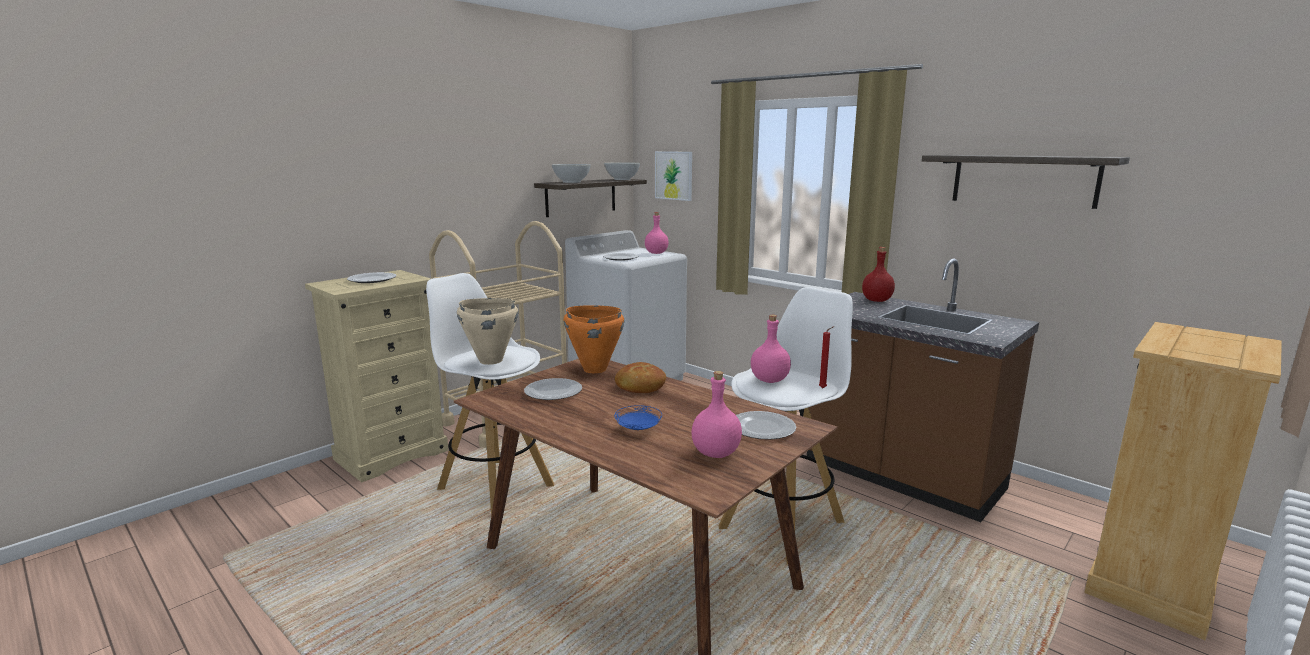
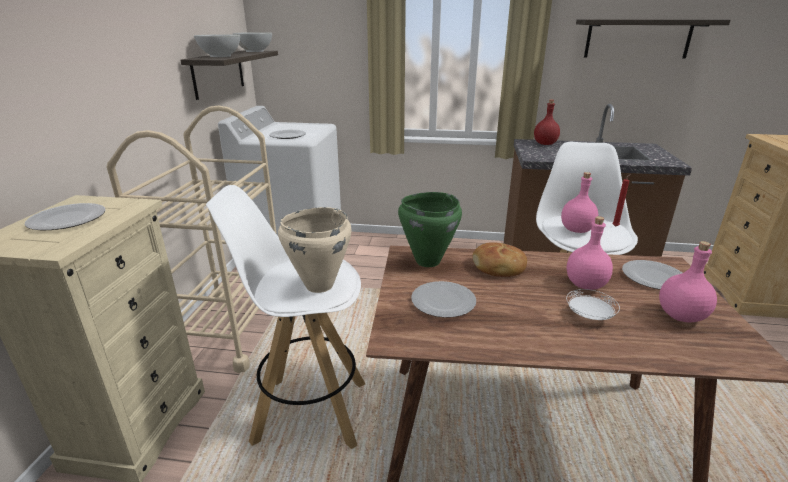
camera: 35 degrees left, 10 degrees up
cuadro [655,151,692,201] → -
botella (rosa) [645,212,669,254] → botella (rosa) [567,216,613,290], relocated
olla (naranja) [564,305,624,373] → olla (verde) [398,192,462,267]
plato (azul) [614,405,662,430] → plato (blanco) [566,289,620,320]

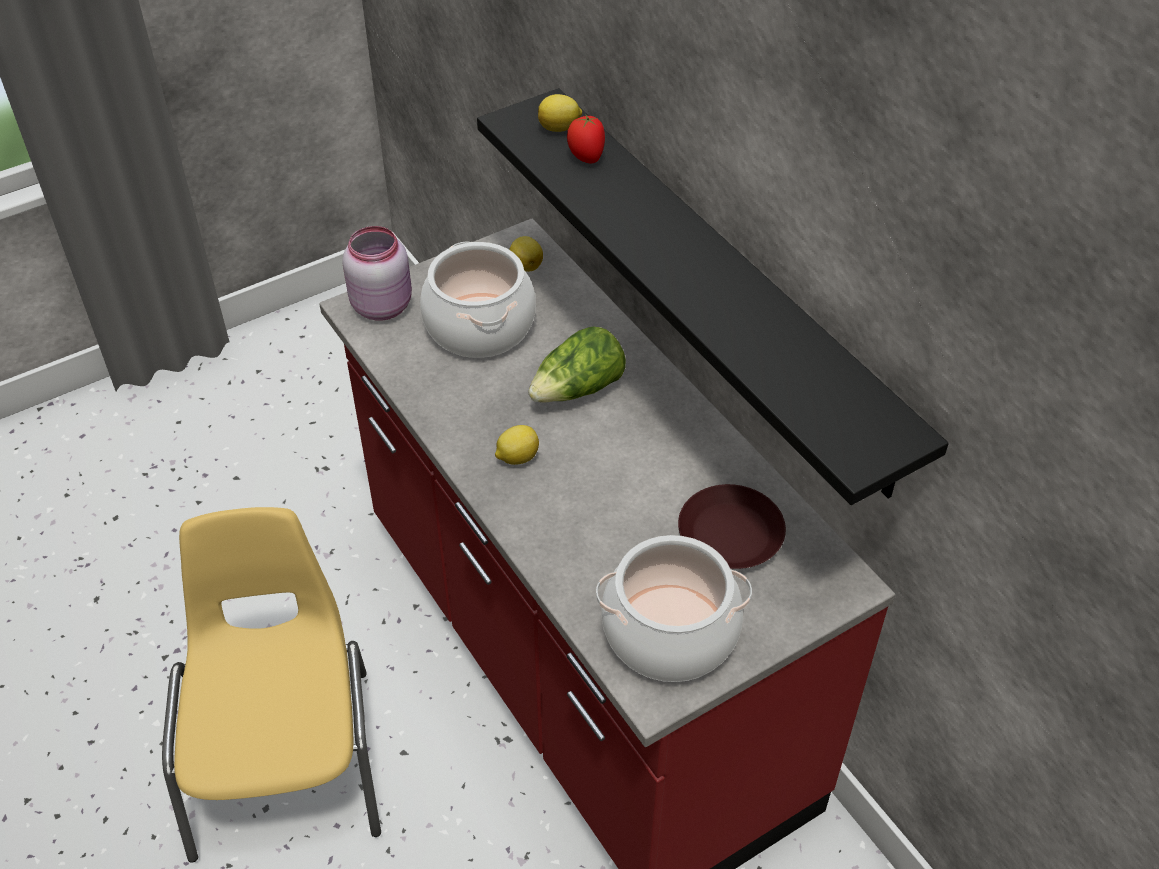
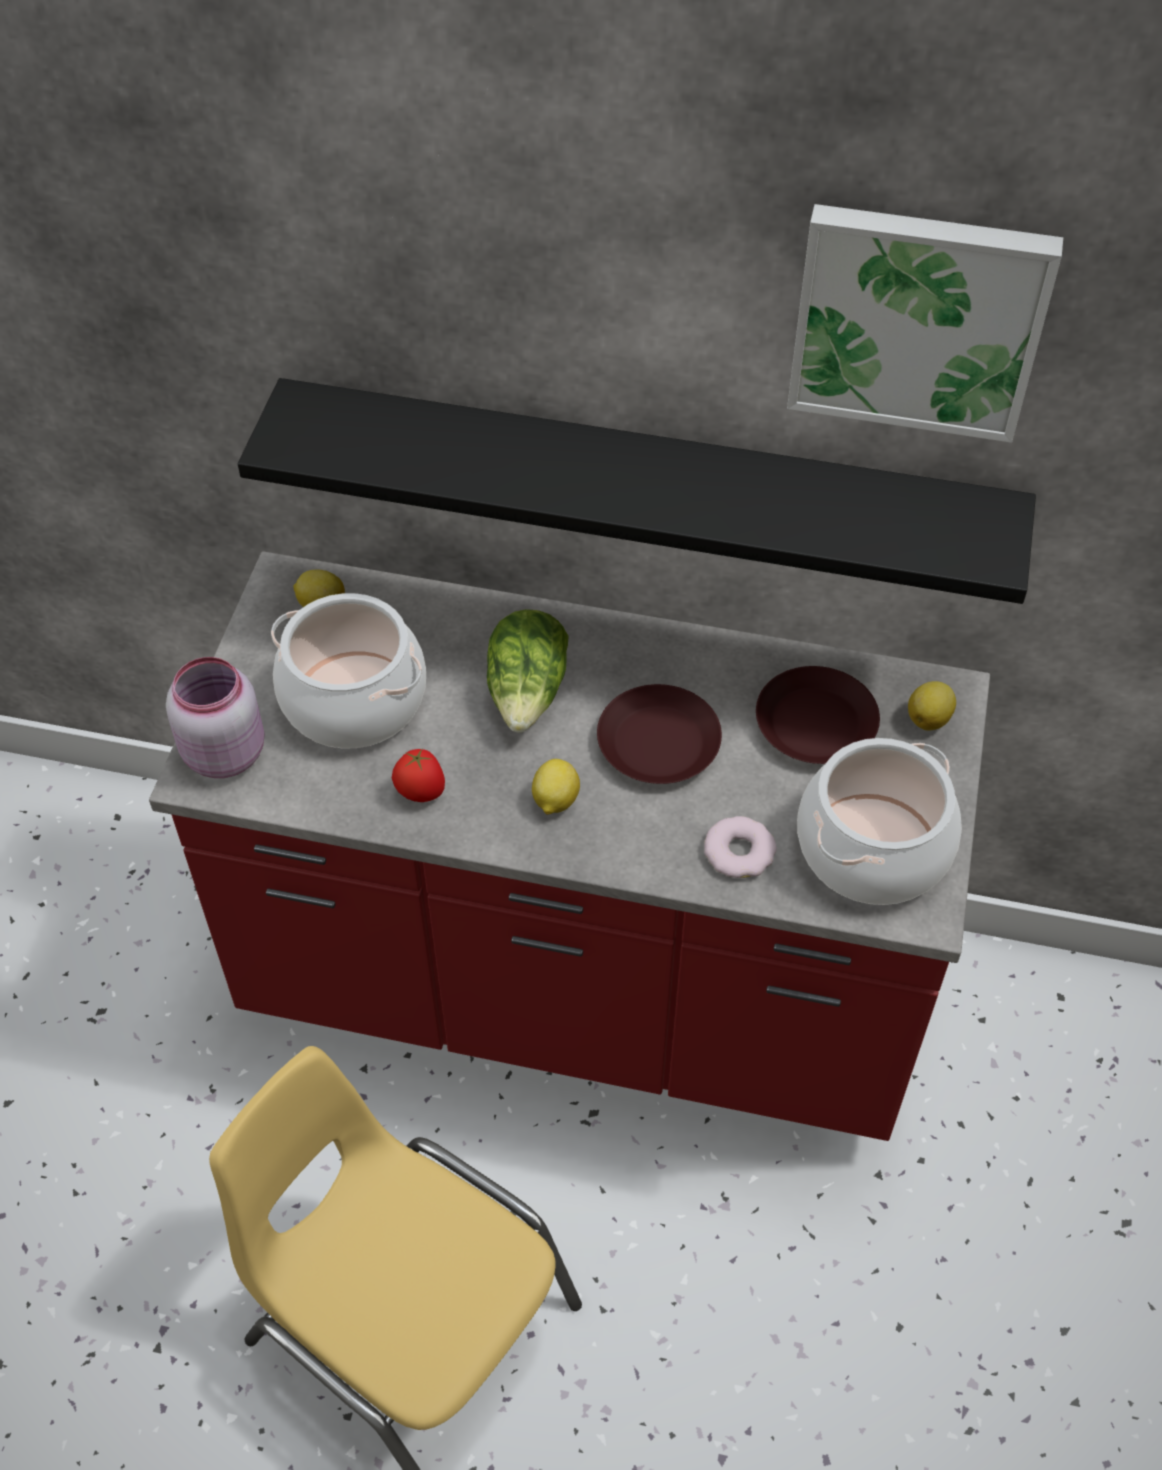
camera: 45 degrees left, 5 degrees up
limón [538,94,582,132] → limón [908,681,956,731], relocated
tomate [567,114,605,164] → tomate [392,749,445,802], relocated
- → cuadro [787,204,1063,443]
- → plato (marrón) [597,684,722,784]
- → rosquilla [704,816,777,878]

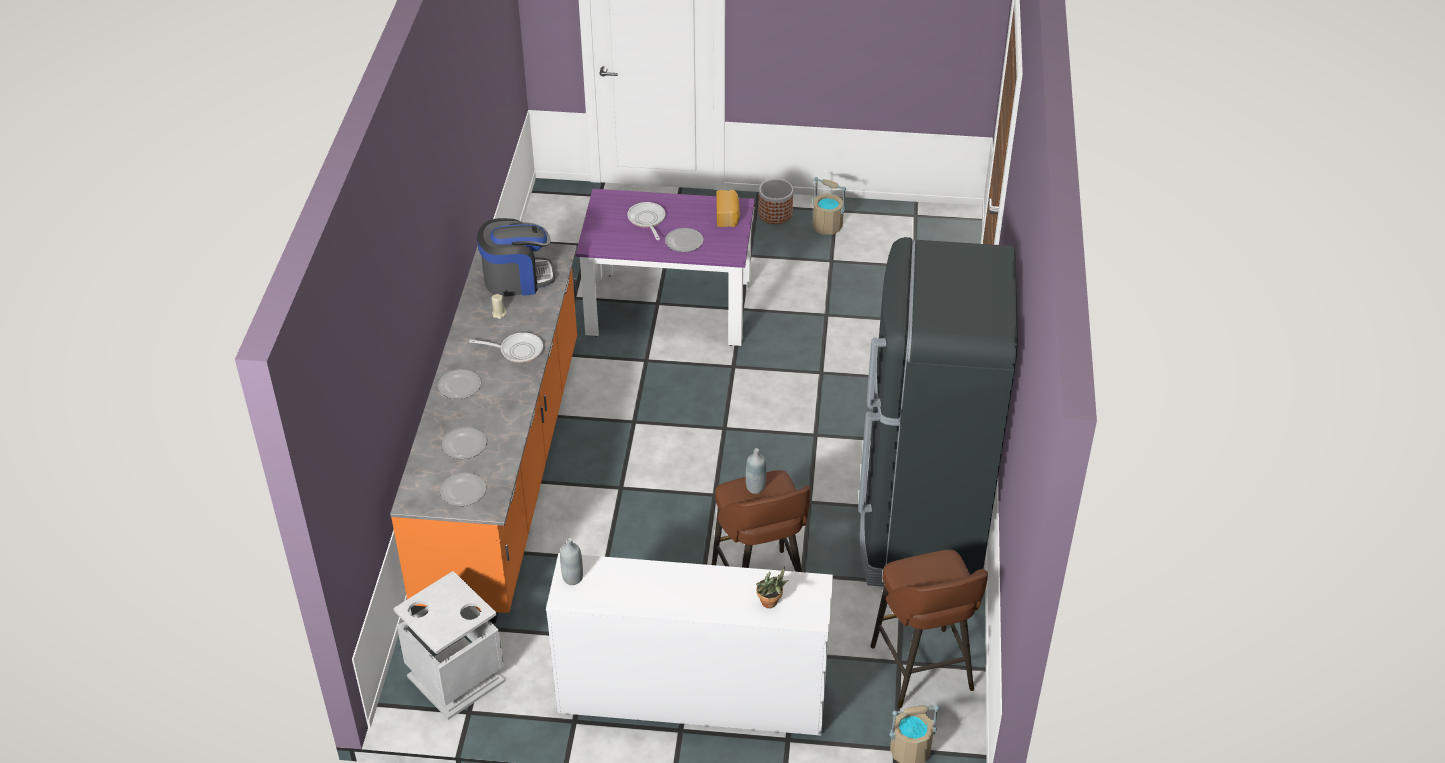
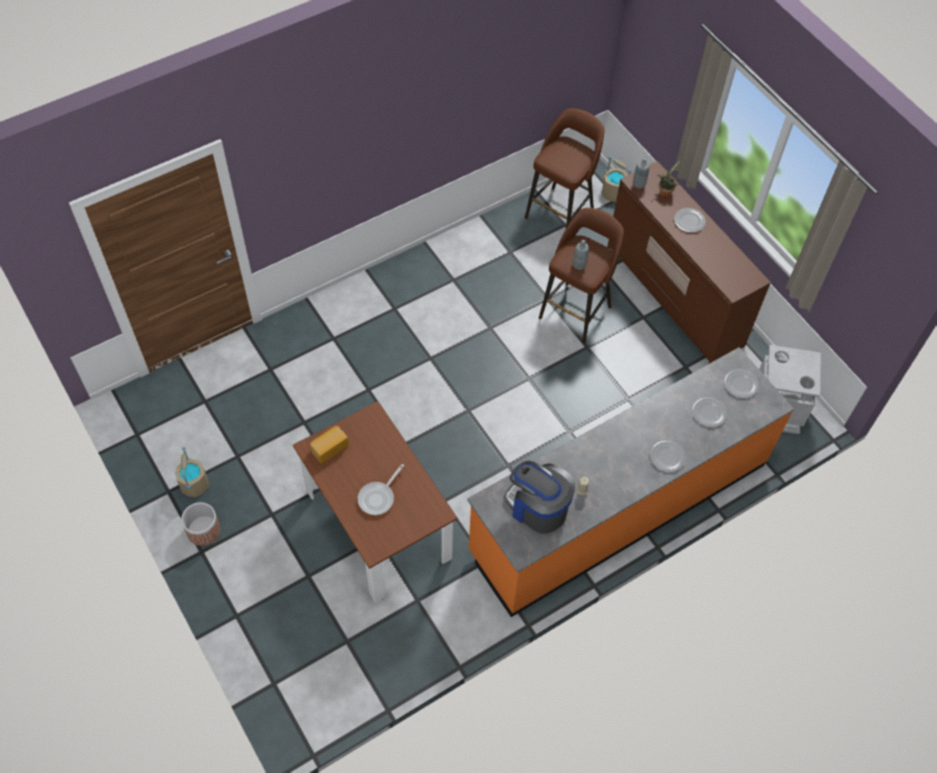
camera: 130 degrees left, 15 degrees up
mesa de comedor (morado) [576,189,755,346] → mesa de comedor (marrón) [293,401,457,603]
plato [665,228,703,252] → plato [674,208,706,233], relocated
nevera (negro) [858,237,1018,587] → -
sartén [469,333,543,363] → -
botella (gris) [560,538,583,585] → botella (gris) [633,157,649,188], relocated
cómoda (blanco) [546,553,833,736] → cómoda (marrón) [607,161,771,364]

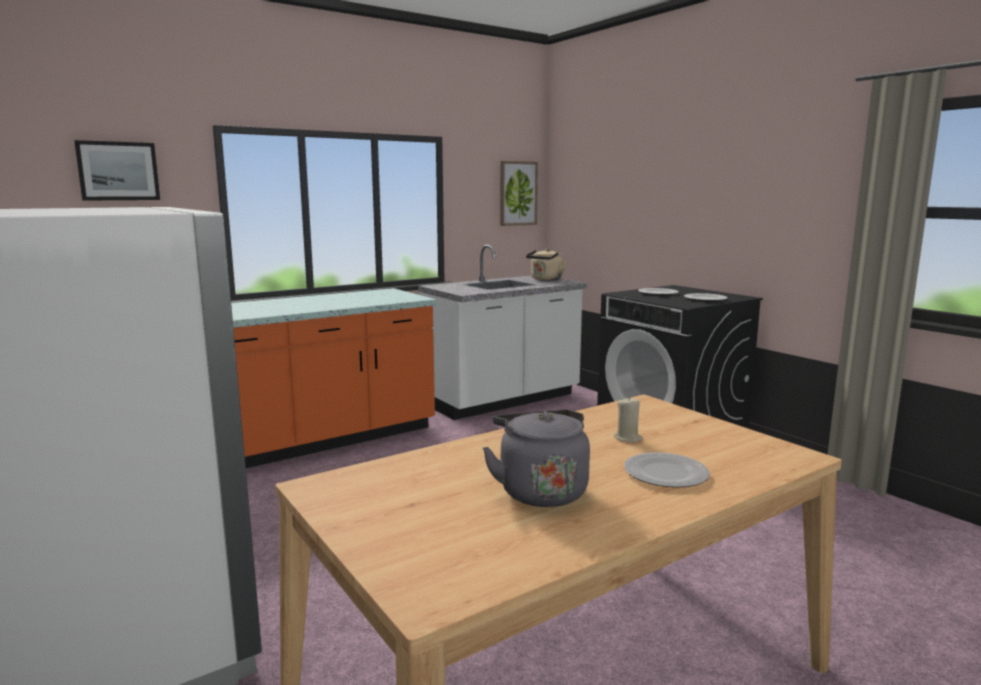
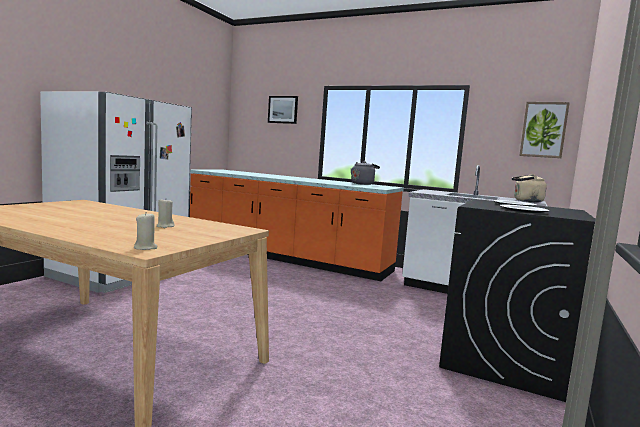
camera: 60 degrees right, 5 degrees down
hervidor (gris) [483,410,590,507] → hervidor (gris) [351,161,380,185], relocated
plato [624,452,710,488] → -
- → vela (beis) [134,213,157,250]

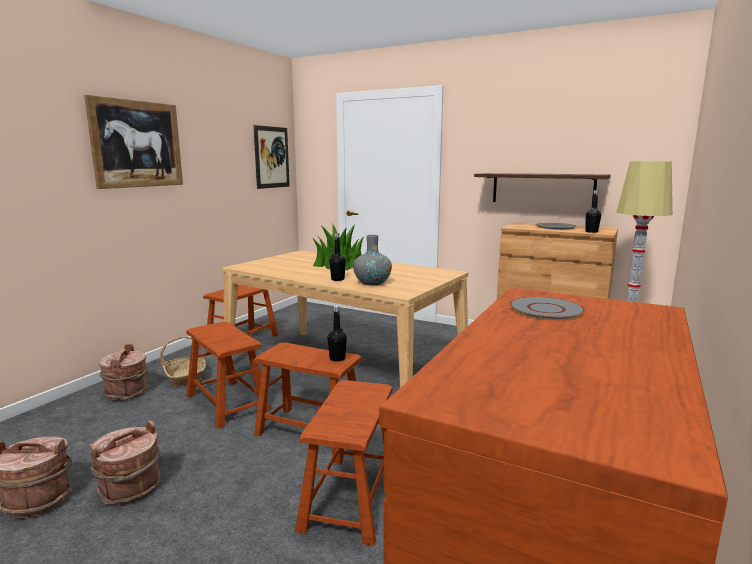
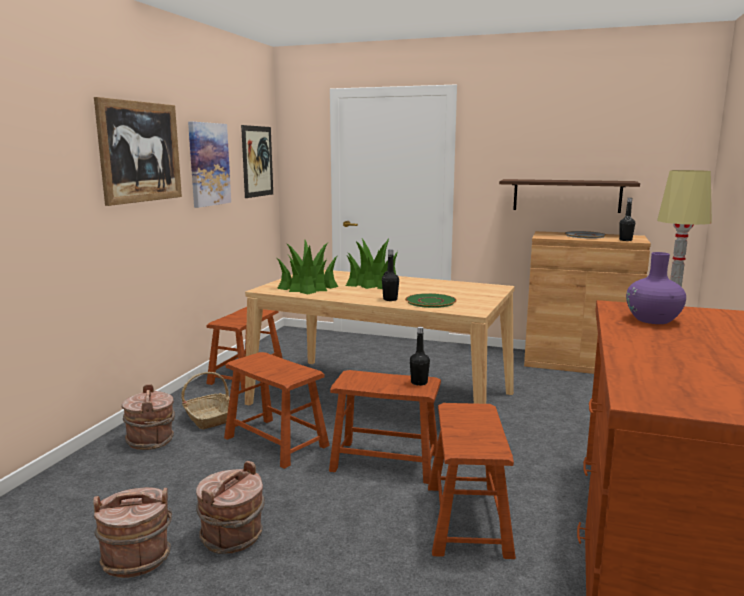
camera: 10 degrees left, 0 degrees up
florero (gris) [353,235,392,286] → plato (verde) [405,293,457,308]
plato (gris) [509,297,585,320] → florero (morado) [626,252,686,324]
- → cuadro [188,122,231,208]
- → planta en maceta [277,240,338,295]

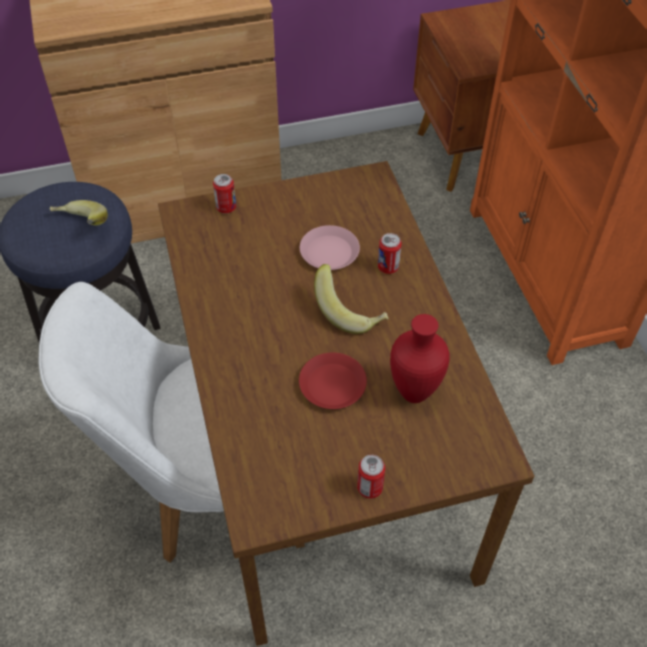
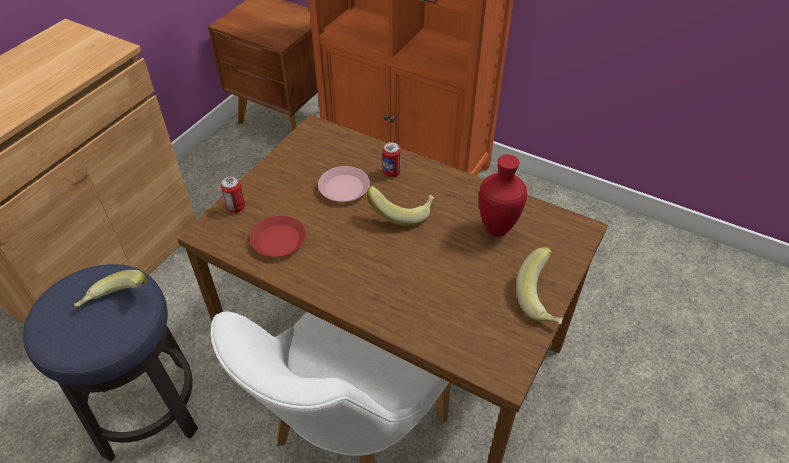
camera: 45 degrees left, 5 degrees down
plato (rojo) [299,352,367,409] → plato (rojo) [250,216,306,257], relocated
lata [357,455,385,499] → plátano [516,247,563,325]

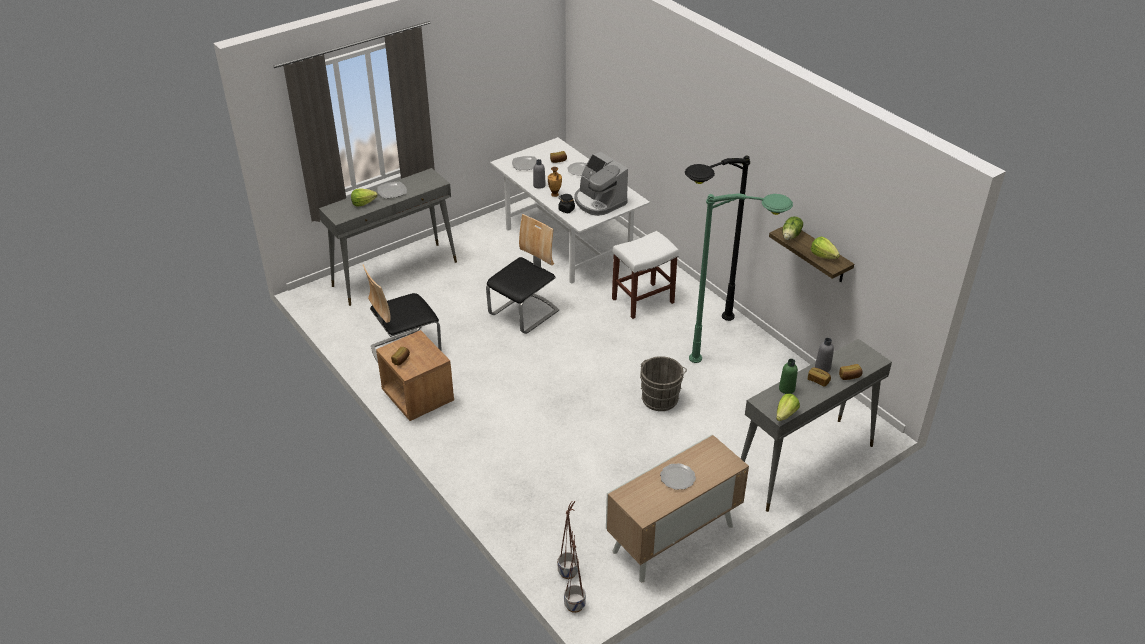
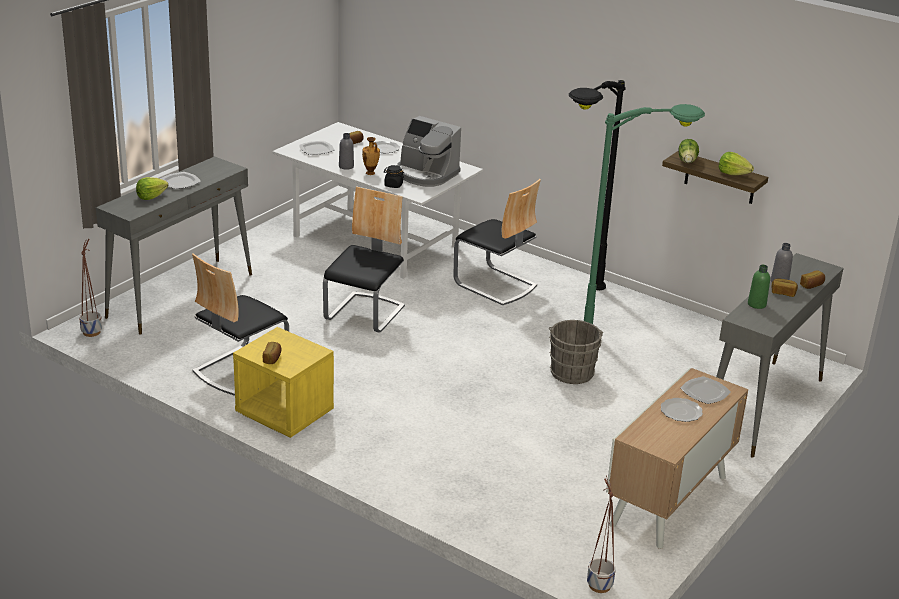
camera: 20 degrees left, 10 degrees down
taburete (blanco) [612,231,679,319] → silla [454,179,541,305]
mesita de noche (marrón) [376,330,454,421] → mesita de noche (amarillo) [233,327,334,438]
lechuga [776,394,800,421] → -
maceta [557,501,579,579] → maceta [79,239,102,337], relocated
- → plato [681,376,731,404]

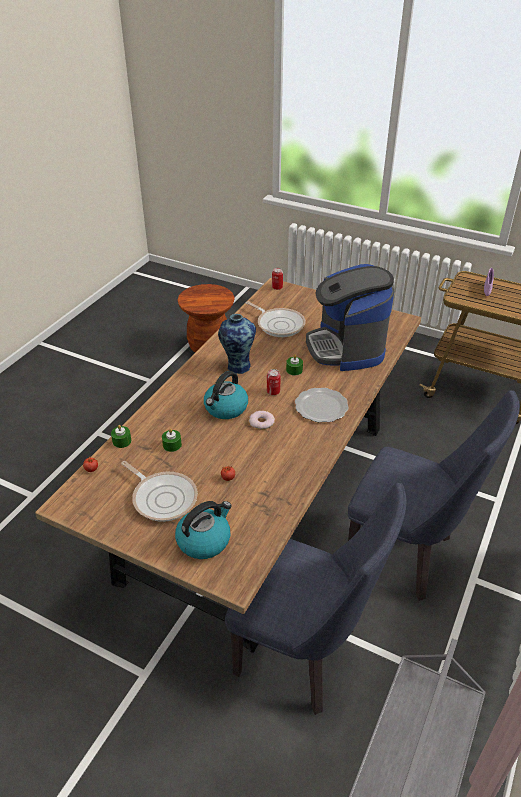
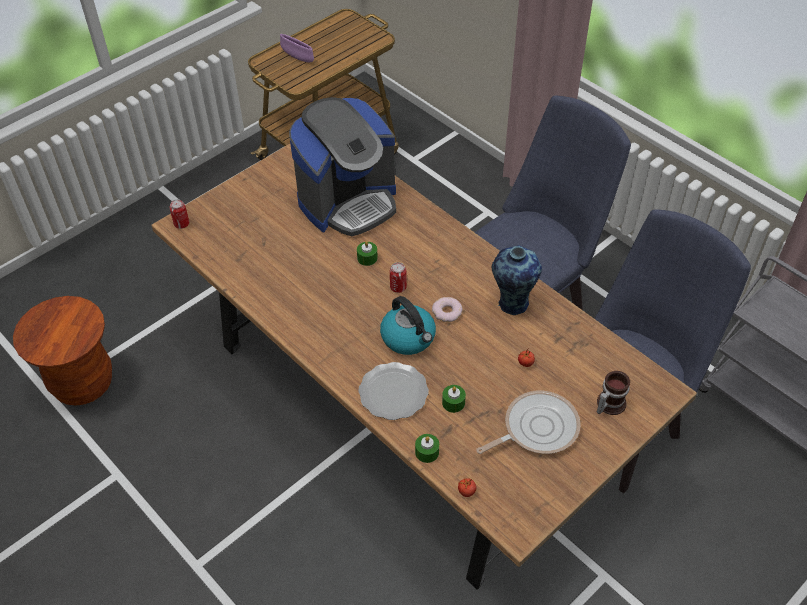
camera: 70 degrees left, 10 degrees up
cafetera [306,264,394,371] → cafetera [289,97,396,236], 45 degrees counterclockwise
sartén [246,301,306,337] → -
florero [218,314,256,374] → florero [492,245,542,315], relocated
plato [295,388,349,422] → plato [358,362,429,420], relocated
hervidor [175,501,232,559] → taza grande [597,371,630,415]

